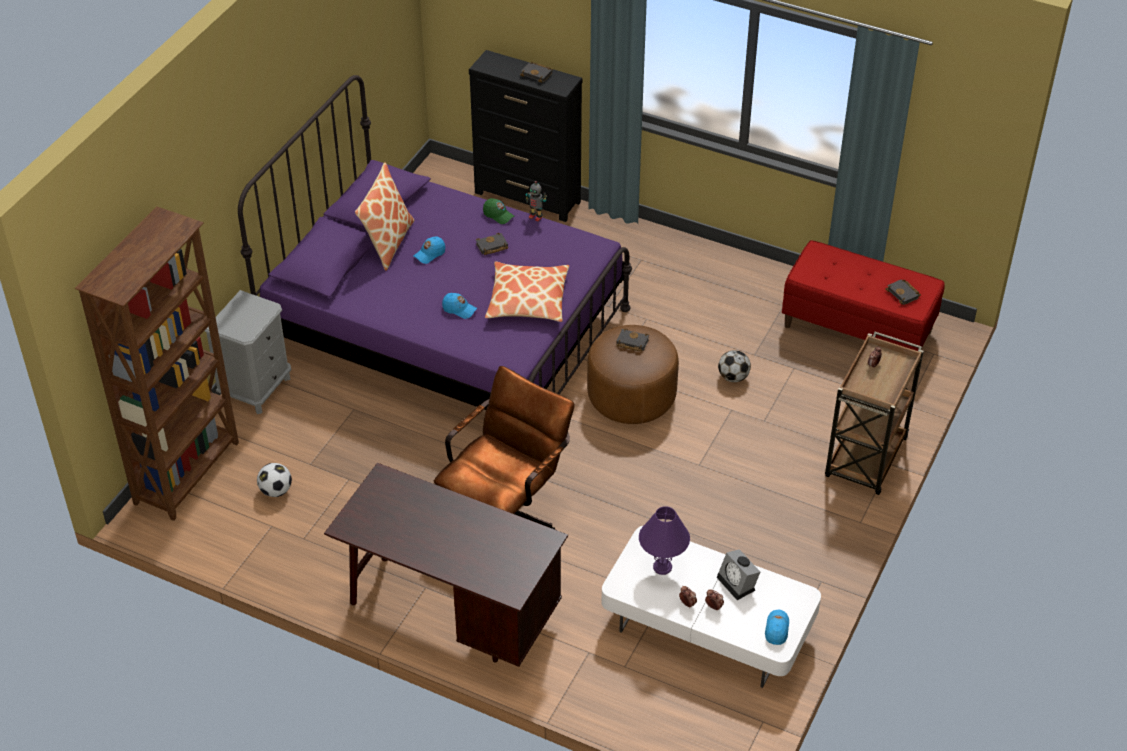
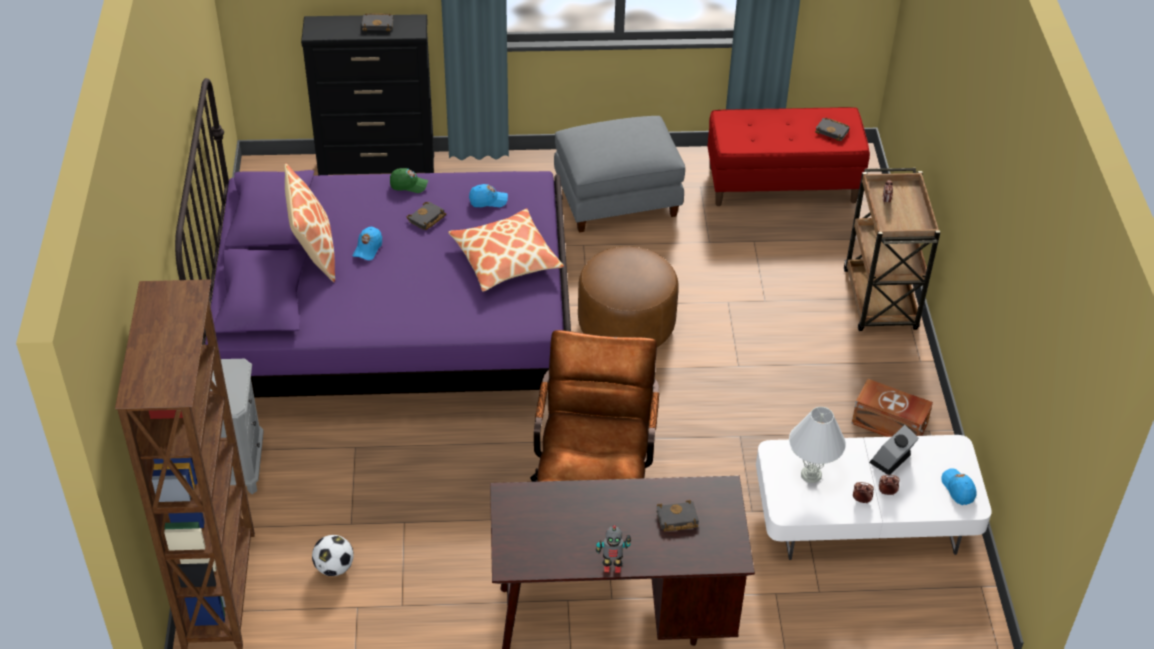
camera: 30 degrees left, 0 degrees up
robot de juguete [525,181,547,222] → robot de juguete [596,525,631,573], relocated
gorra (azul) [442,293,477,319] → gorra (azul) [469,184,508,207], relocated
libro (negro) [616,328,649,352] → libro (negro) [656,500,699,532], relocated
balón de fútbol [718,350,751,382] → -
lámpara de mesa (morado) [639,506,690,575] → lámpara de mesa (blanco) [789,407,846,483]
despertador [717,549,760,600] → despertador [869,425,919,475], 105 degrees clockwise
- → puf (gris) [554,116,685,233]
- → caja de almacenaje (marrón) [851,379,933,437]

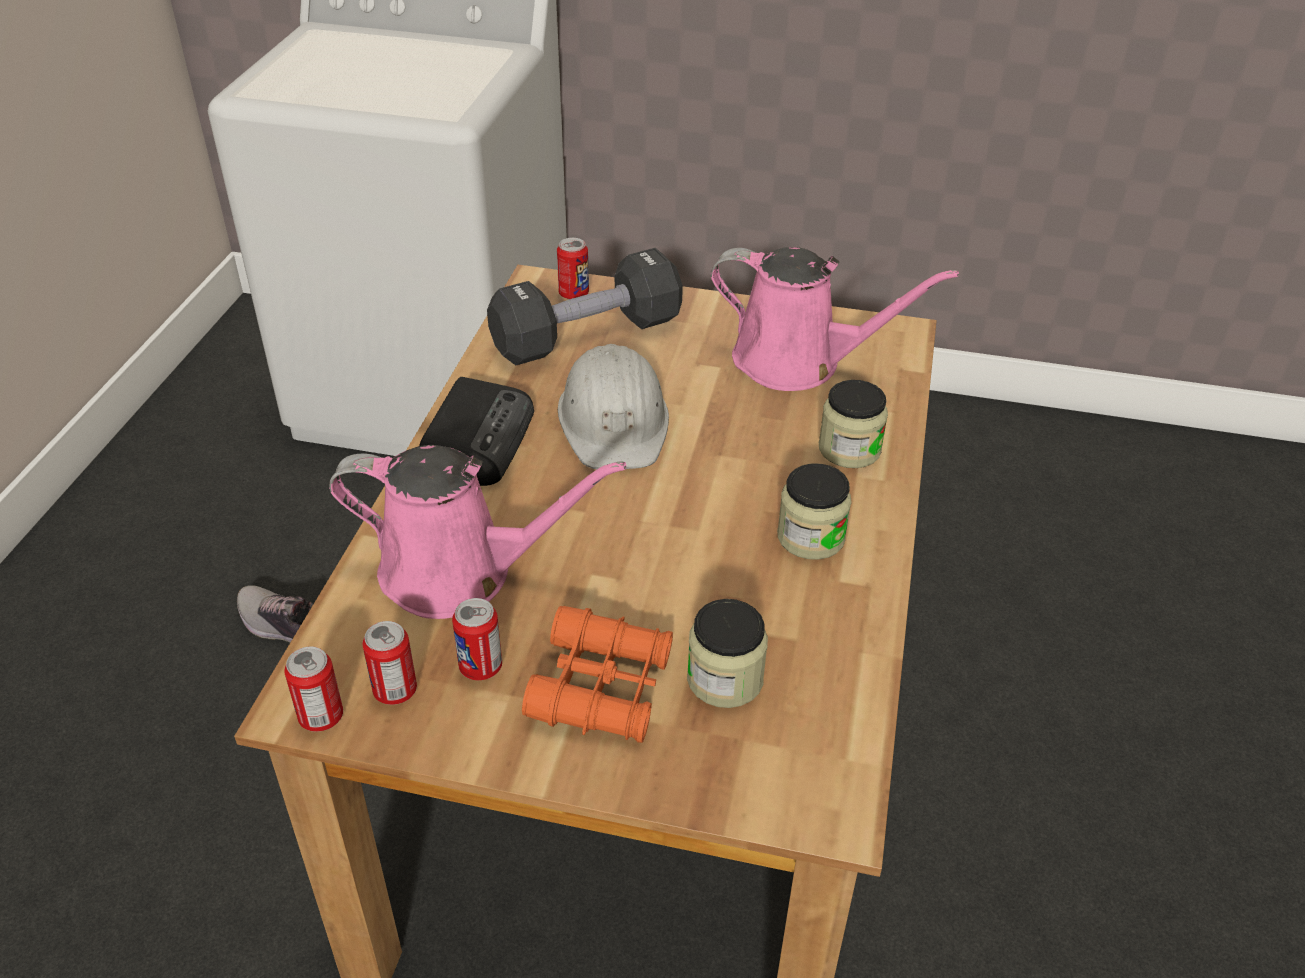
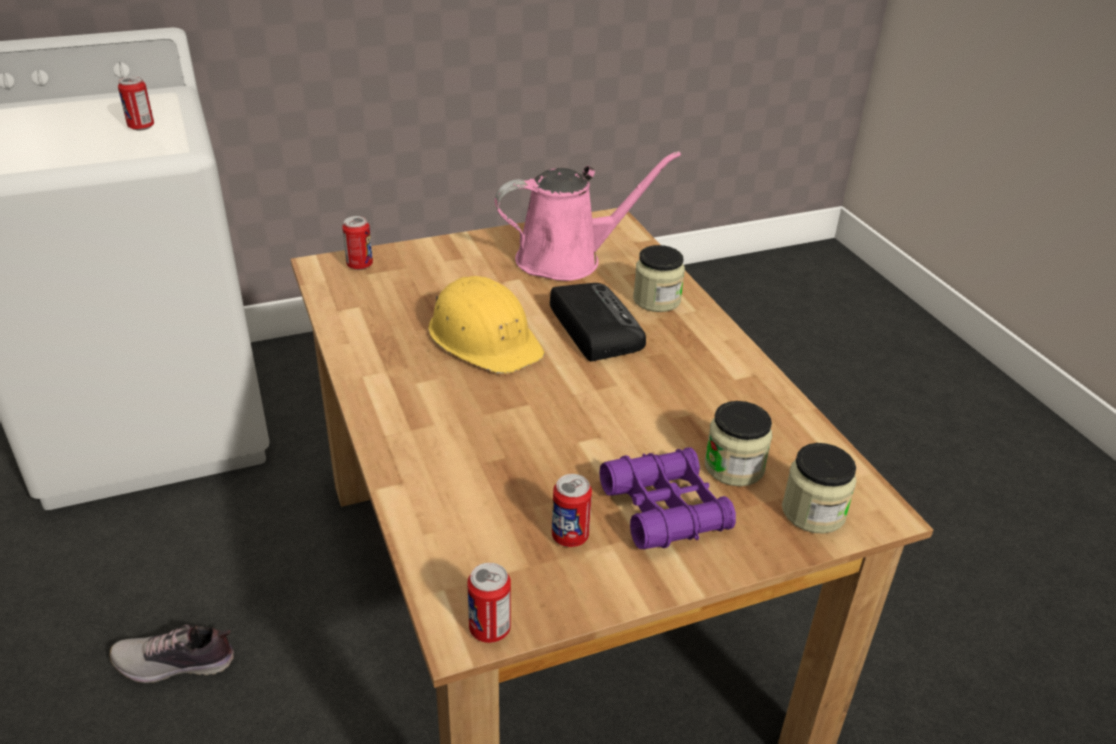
camera: 35 degrees left, 5 degrees down
mancuerna (negro) [487,248,683,365] → -
casco (blanco) [558,344,669,469] → casco (amarillo) [428,276,545,374]
radio [419,377,534,486] → radio [550,283,646,362], relocated
regadera (rosa) [329,445,626,619] → -
tarro [777,463,852,560] → tarro [782,443,857,534], relocated
prismáticos (naranja) [522,606,673,743] → prismáticos (morado) [600,447,736,550]
lata [362,621,417,705] → lata [118,76,154,130], relocated

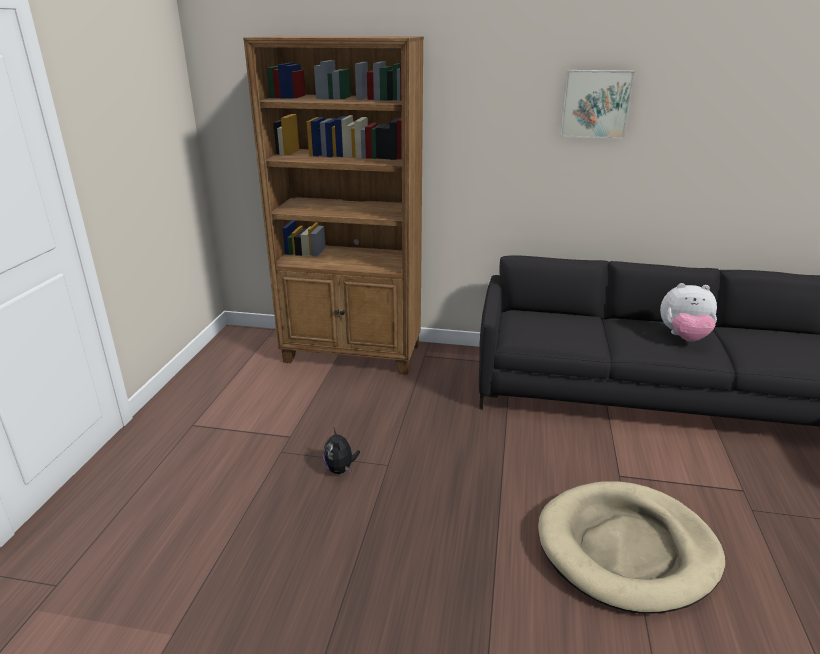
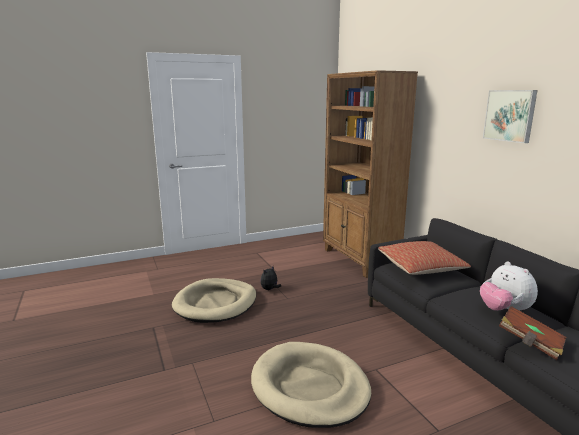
camera: 55 degrees right, 10 degrees down
- → cojín [378,241,471,275]
- → cama para perro (beis) [172,278,256,323]
- → libro (marrón) [499,306,566,360]

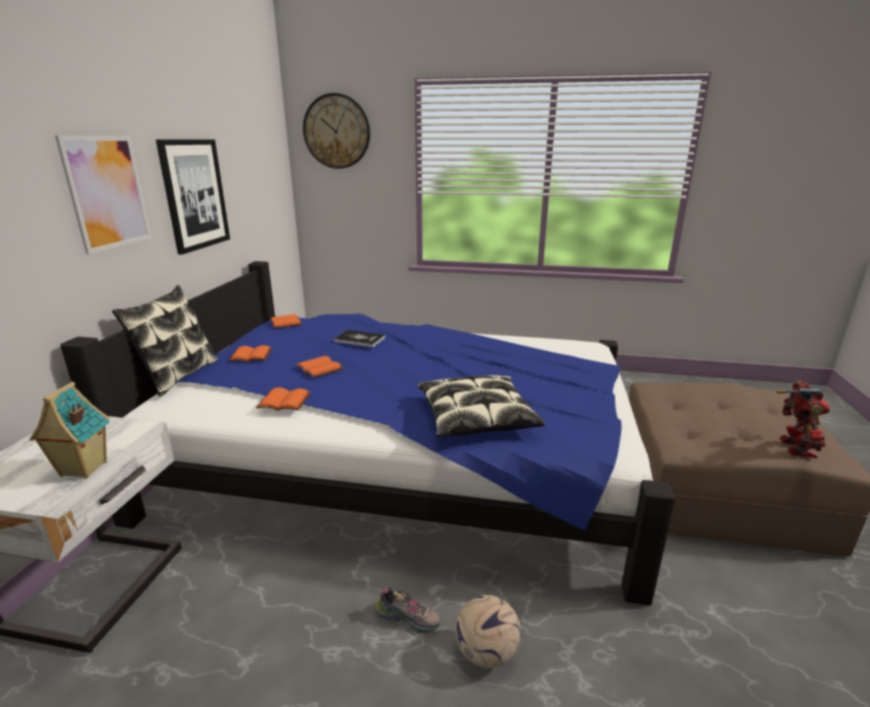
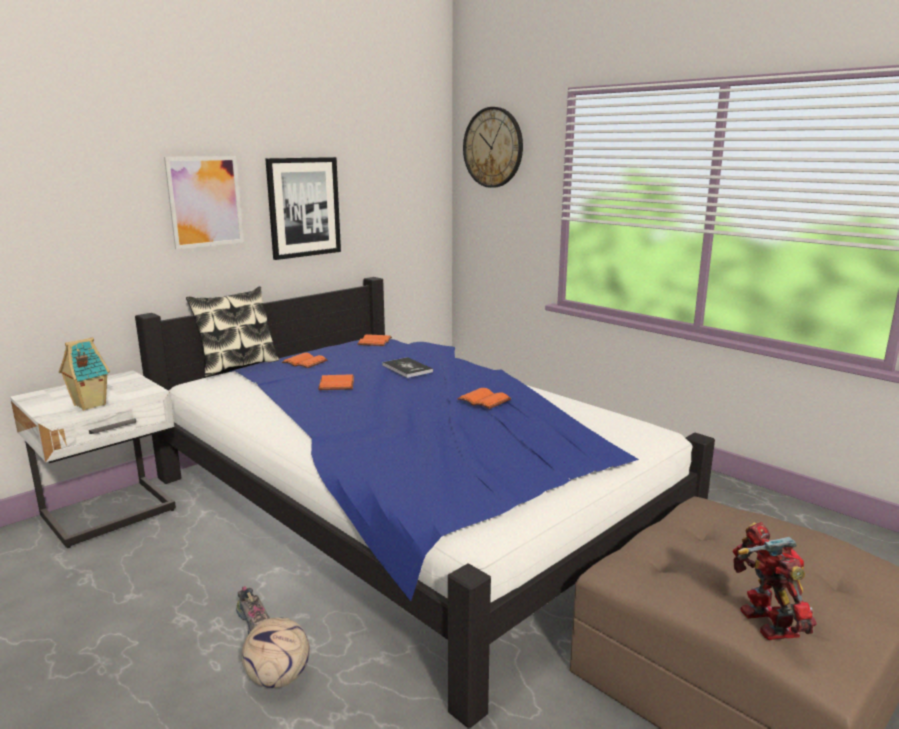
camera: 35 degrees right, 5 degrees down
cojín [418,375,545,437] → -
robot de juguete [777,381,830,458] → robot de juguete [733,522,817,640], 60 degrees counterclockwise
libro (naranja) [256,388,311,410] → libro (naranja) [457,388,511,409], relocated

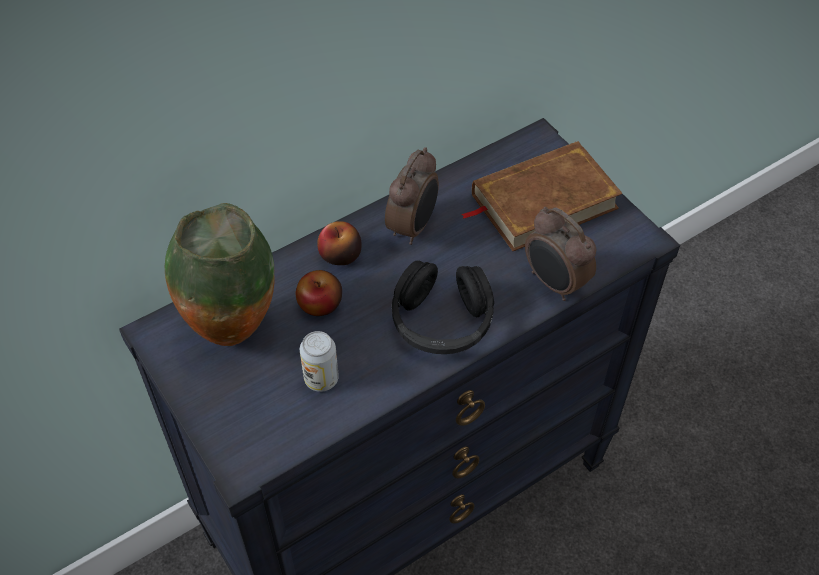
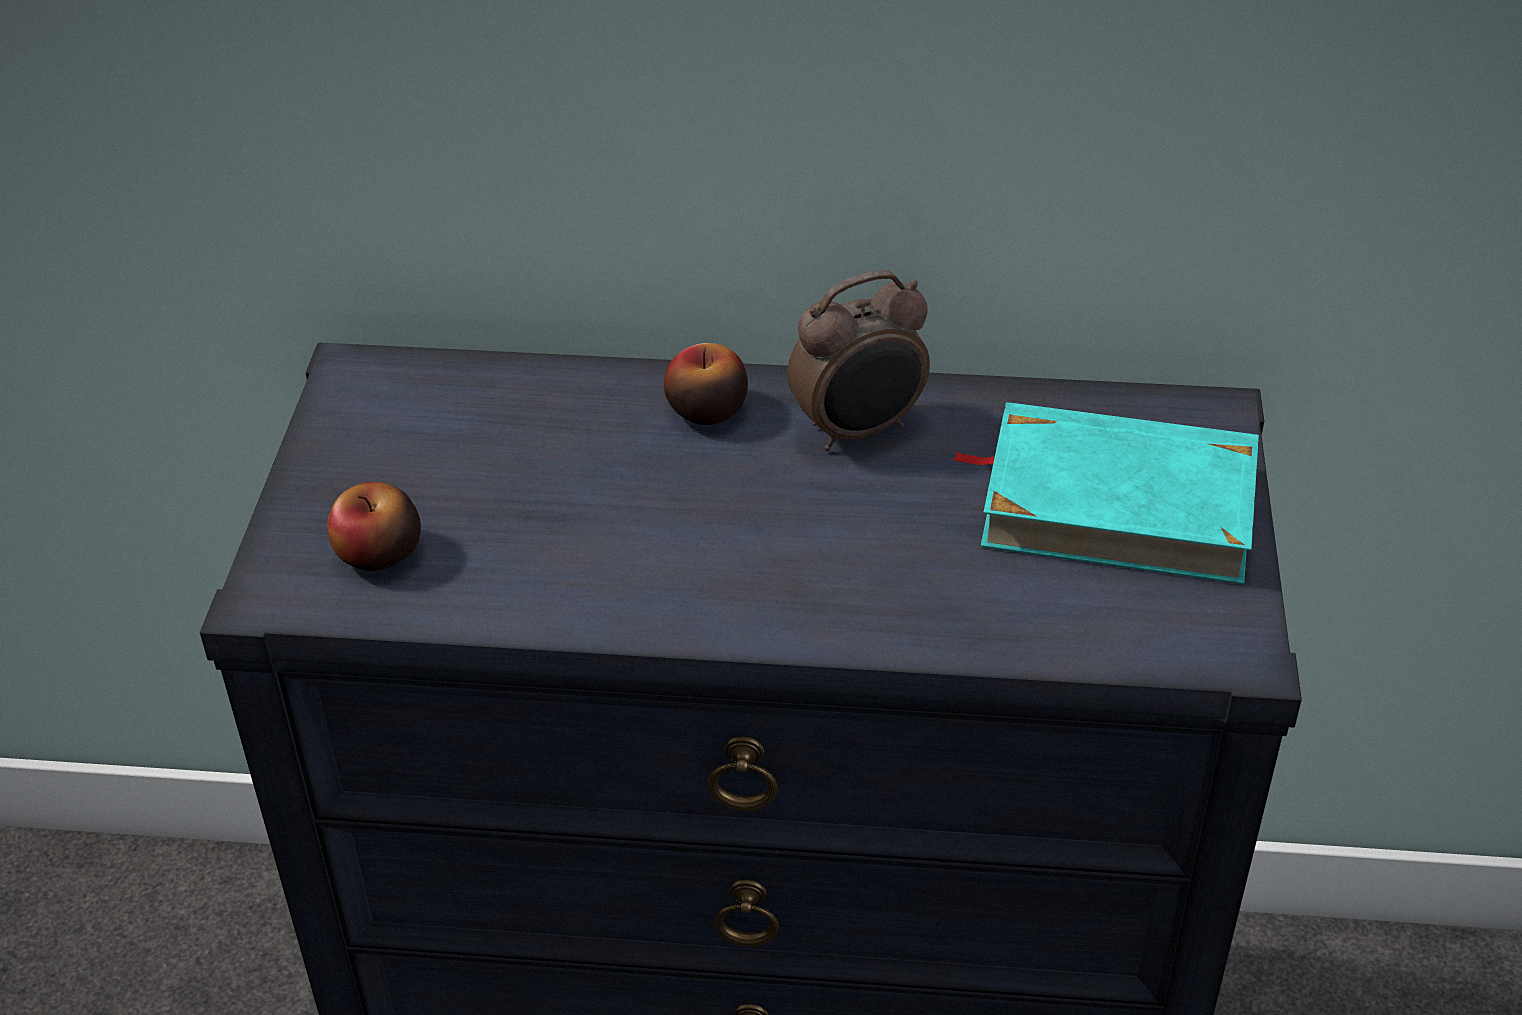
camera: 40 degrees right, 10 degrees down
libro (marrón) [461,141,623,251] → libro (turquesa) [951,402,1259,584]
florero [165,203,274,346] → -
despertador [525,207,596,301] → -
auriculares (negro) [392,261,494,354] → -
manzana [295,270,342,316] → manzana [327,482,421,571], relocated
lata [300,331,339,392] → -

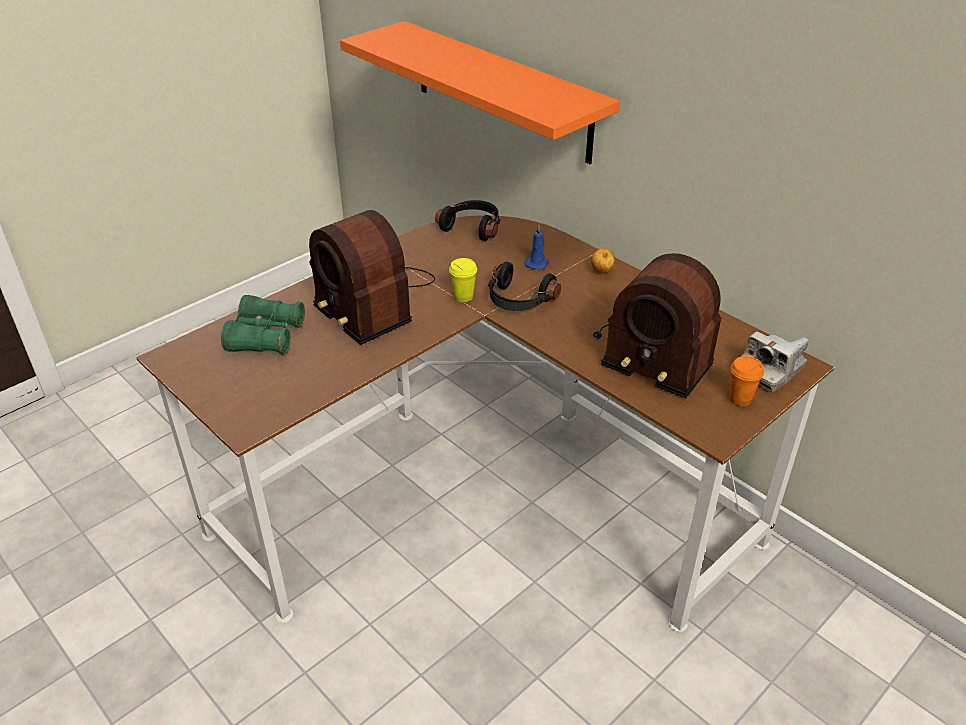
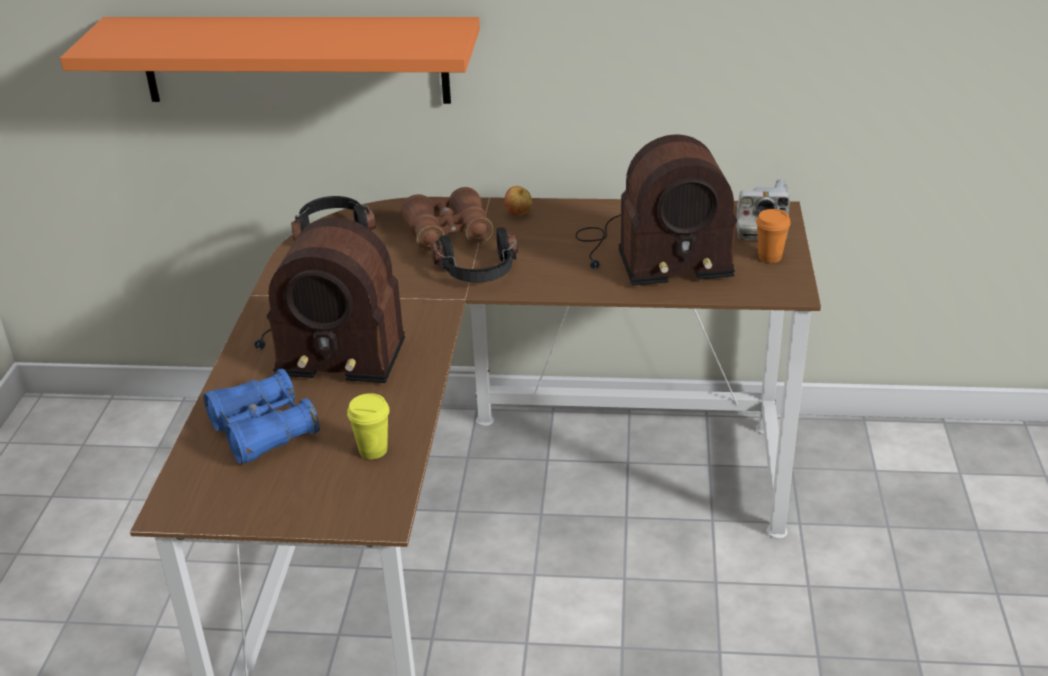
camera: 40 degrees left, 5 degrees down
vela (azul) [525,225,549,270] → prismáticos (marrón) [401,187,493,252]
taza (amarillo) [449,258,477,302] → taza (amarillo) [347,393,390,459], relocated
prismáticos (verde) [221,295,305,355] → prismáticos (azul) [203,369,320,464]

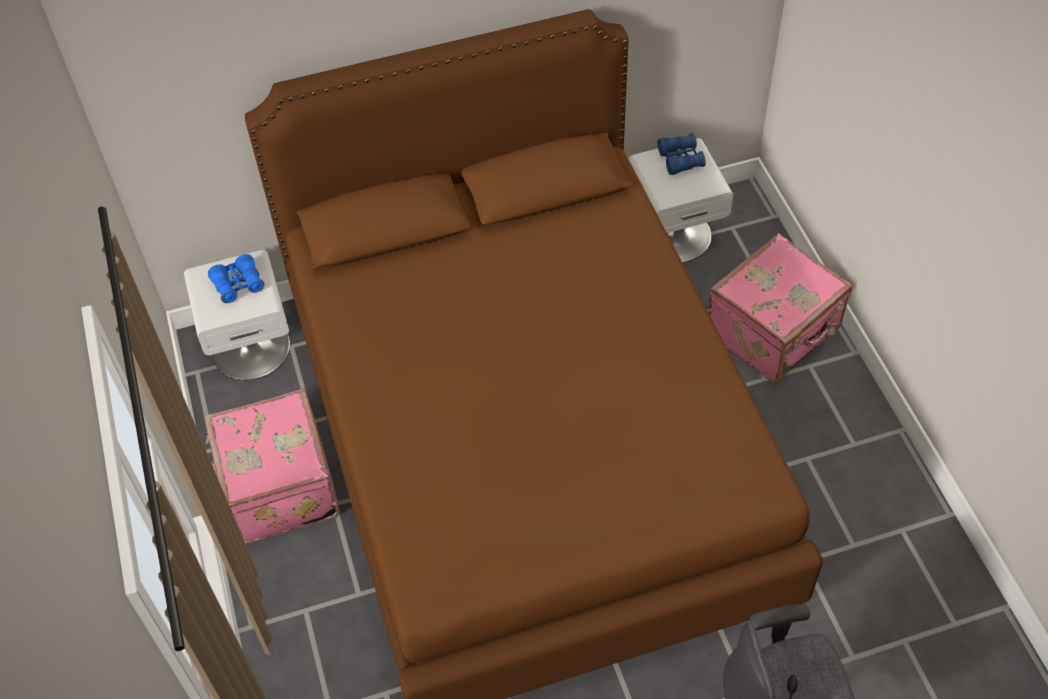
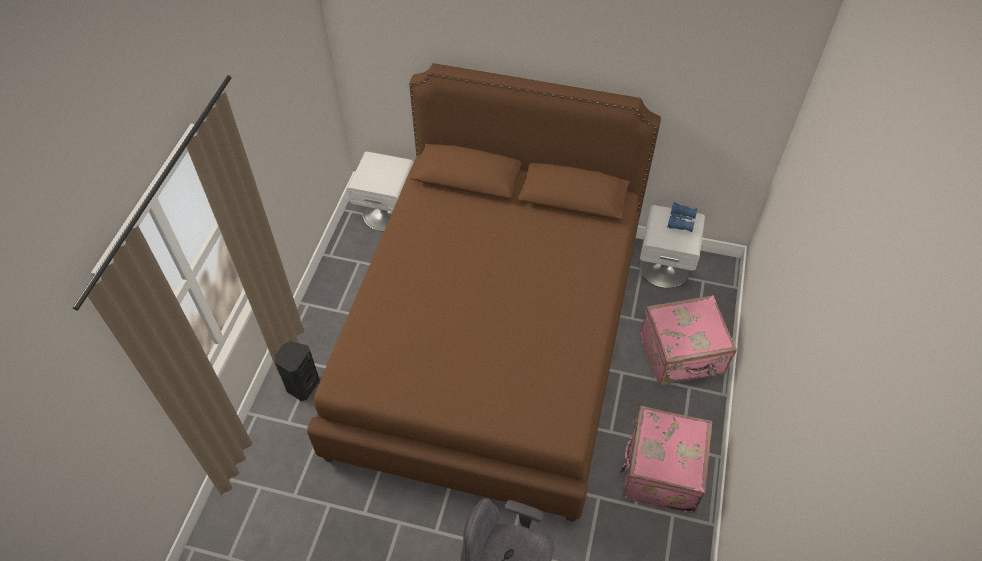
camera: 30 degrees right, 0 degrees up
prismáticos (azul) [208,254,264,303] → -
maleta (rosa) [204,388,340,544] → maleta (rosa) [620,406,713,513], relocated
- → altavoz (negro) [275,341,320,401]

